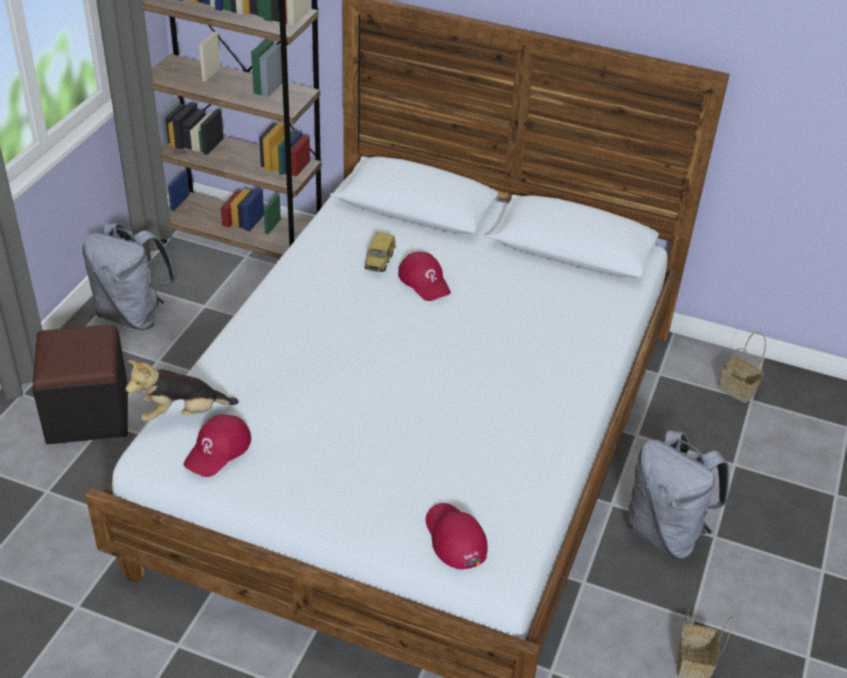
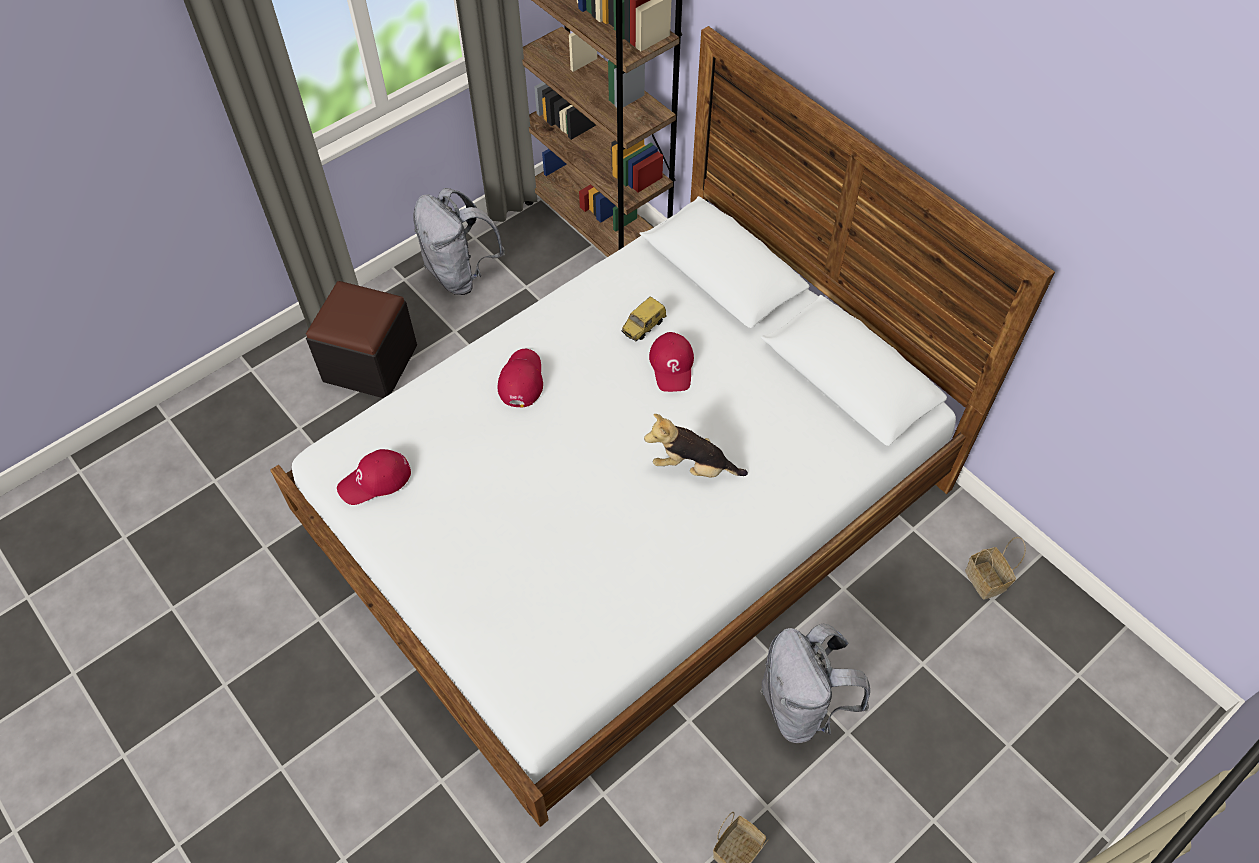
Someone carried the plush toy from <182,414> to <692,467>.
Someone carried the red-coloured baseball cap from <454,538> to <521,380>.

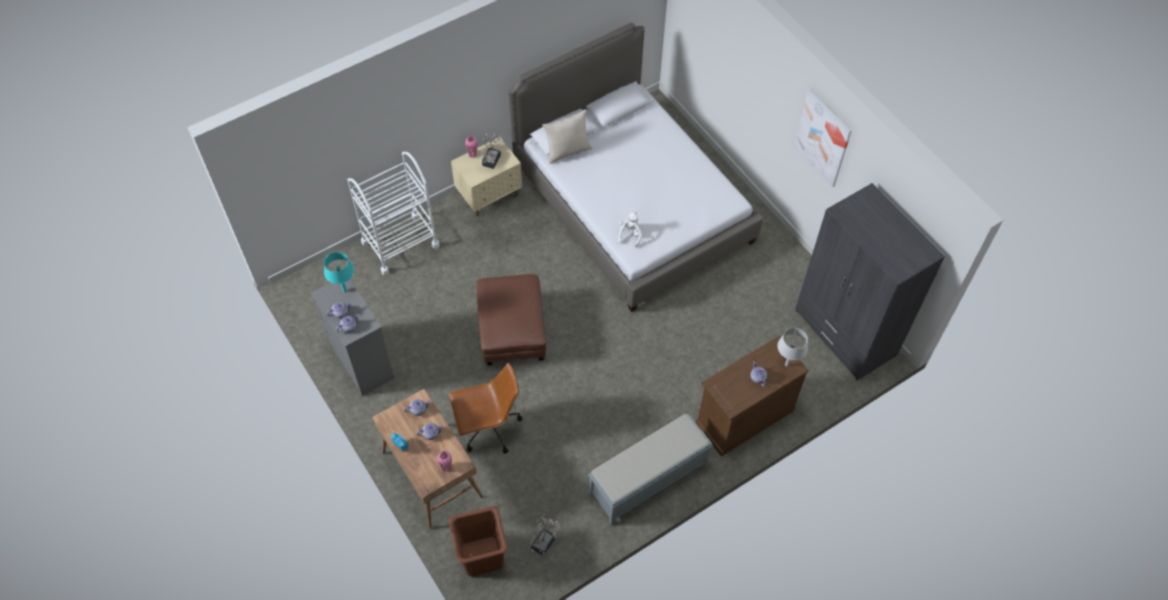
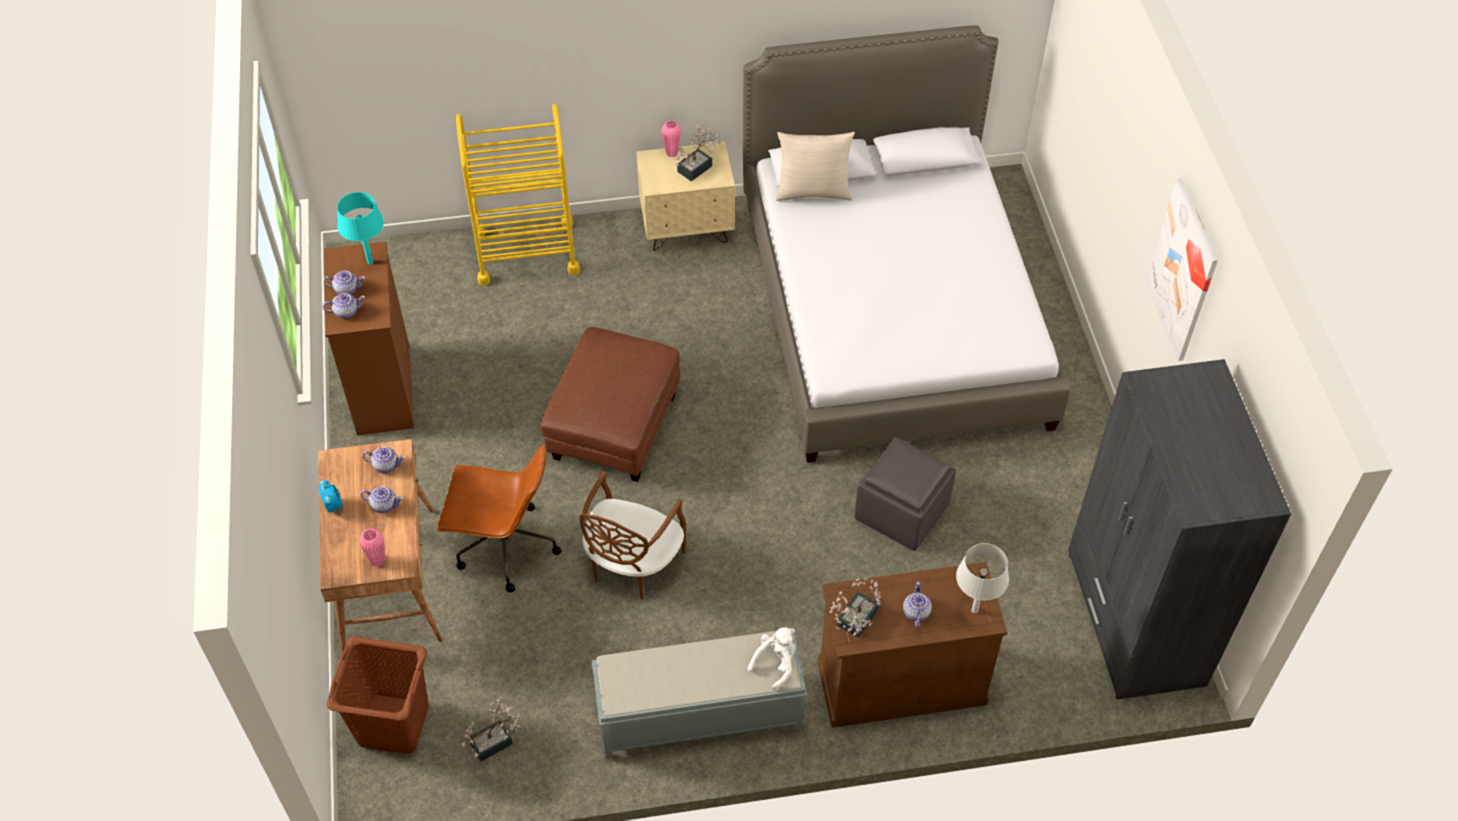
Someone repainted the whitish trolley at <400,244>, which became the yellowish trolley at <526,252>.
Someone carried the whitish plush toy from <630,234> to <776,663>.
Someone repainted the gray drawer chest at <362,361>, which became the brownish drawer chest at <384,388>.
Someone put down the gray ottoman at <902,513>.
Someone put down the brownish upright chair at <632,564>.
Someone put down the plant in a pot at <854,621>.

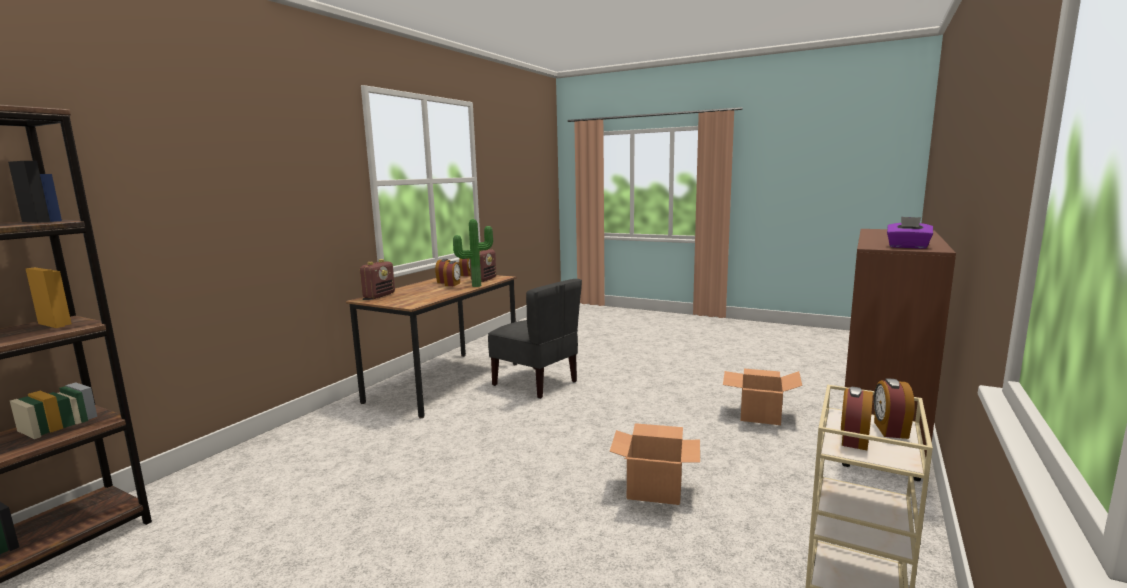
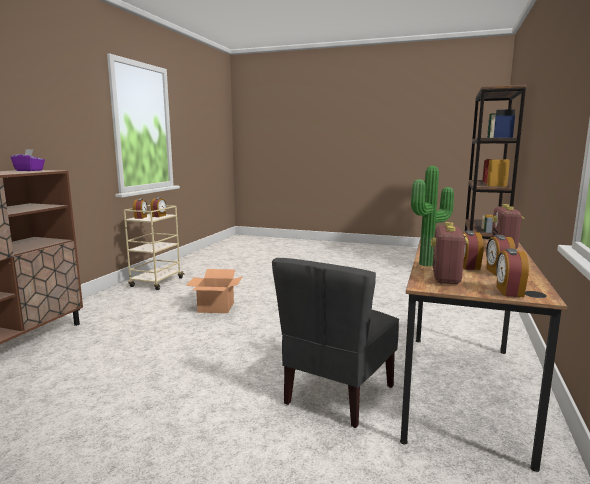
Someone rotated the gray upright chair at <536,383> by 90 degrees counterclockwise.
Someone took away the packing box at <760,415>.

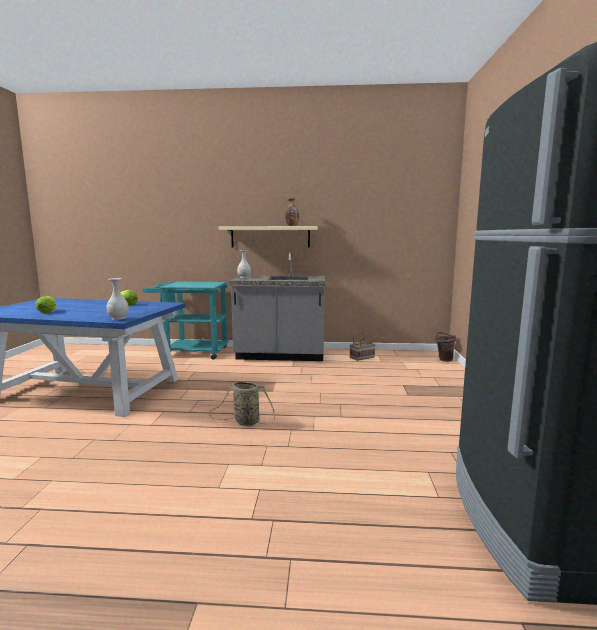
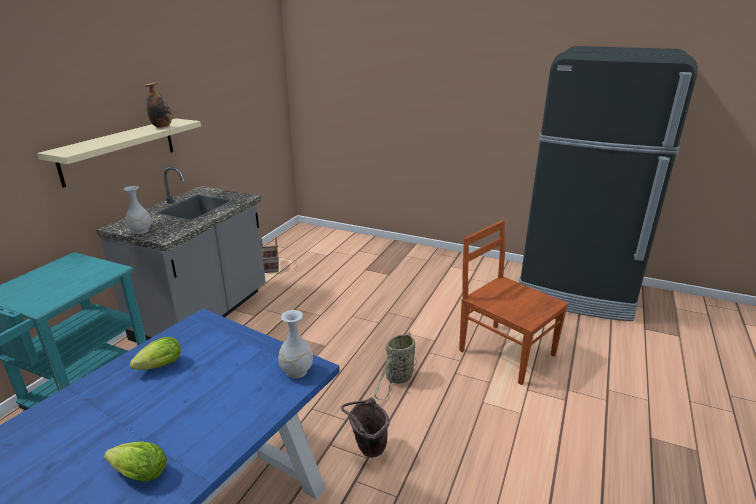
Someone carried the brownish pail from <443,359> to <367,449>.
Someone put down the brownish upright chair at <504,351>.

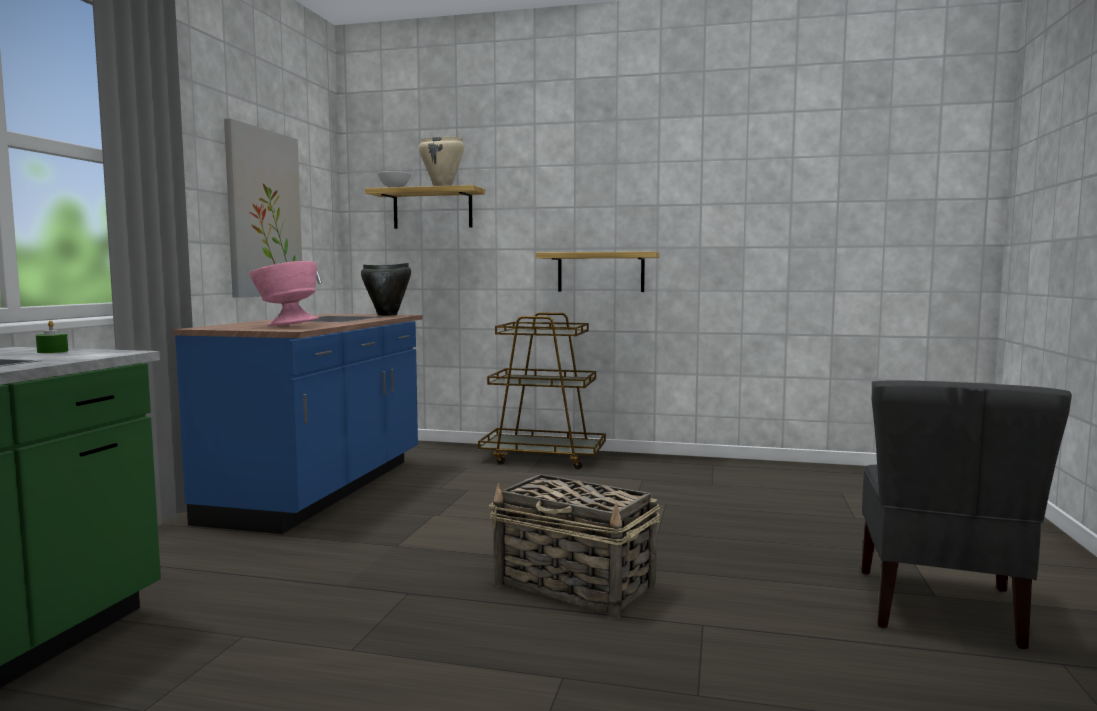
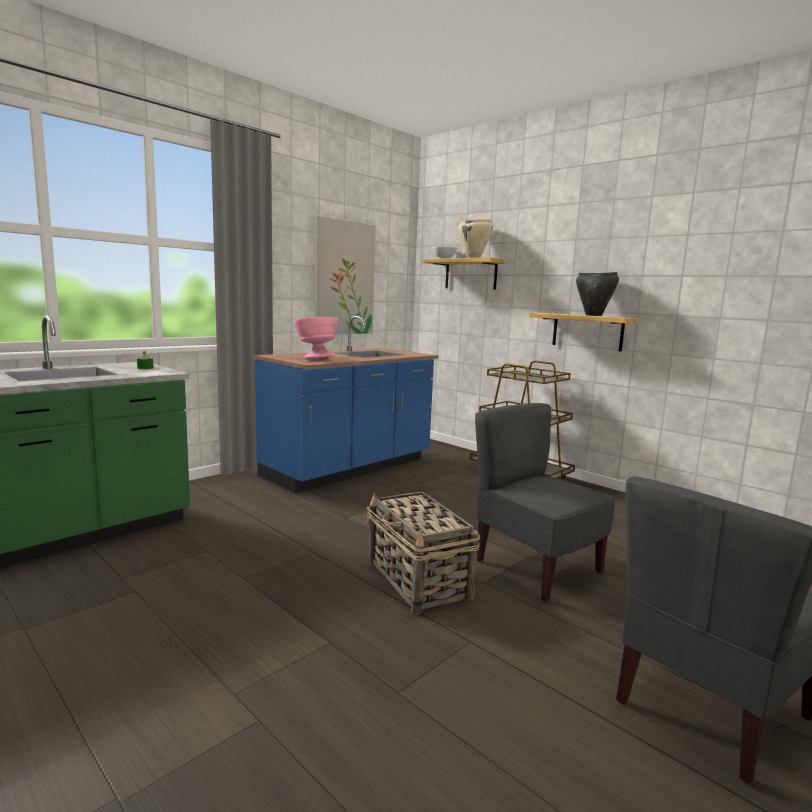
Someone carried the blackish stockpot from <387,315> to <593,315>.
Someone put down the gray upright chair at <536,567>.

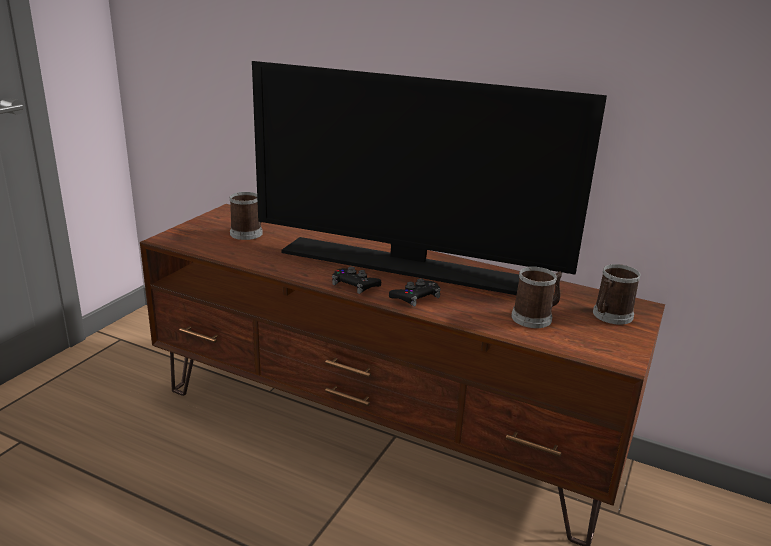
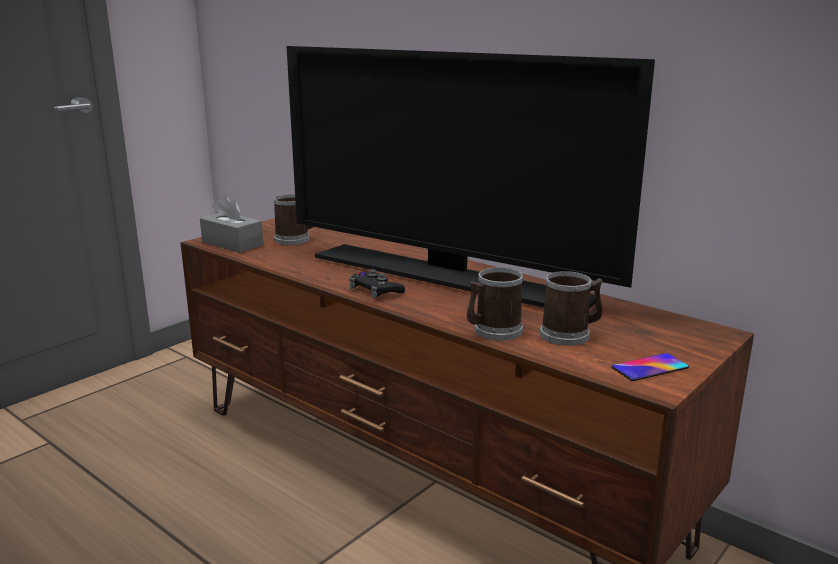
Someone carried the mug from <610,316> to <493,331>.
Someone took away the blackish joypad at <415,297>.
Someone put down the gray tissue box at <232,243>.
Someone put down the phone at <650,368>.

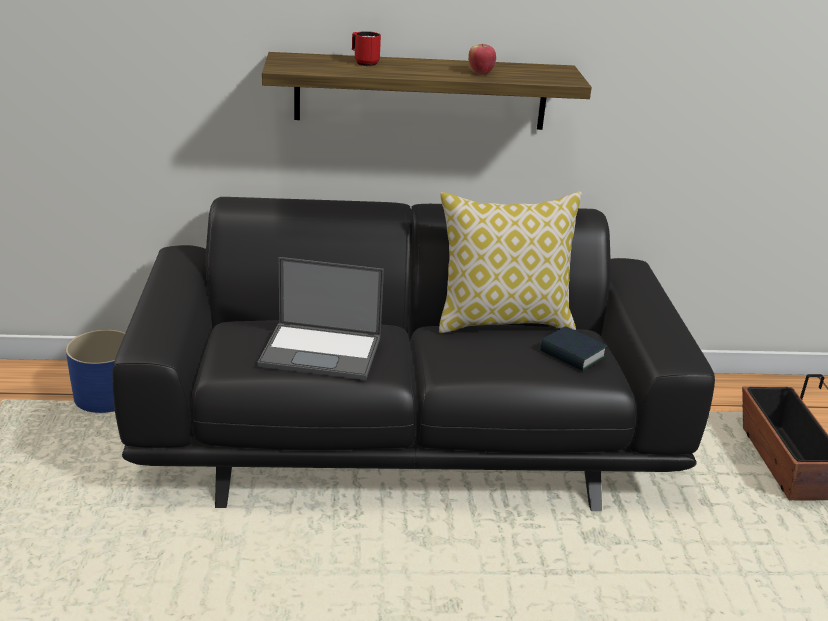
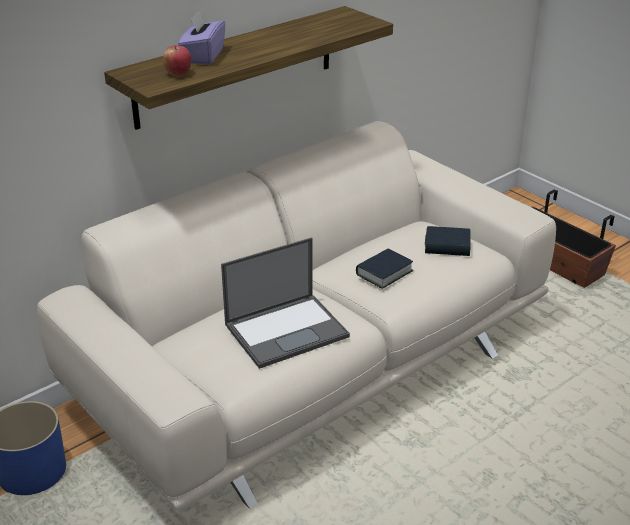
Someone swapped the red-coloured mug at <364,62> for the purplish tissue box at <203,56>.
Someone carried the apple from <480,73> to <178,74>.
Someone took away the pillow at <503,320>.
Someone repainted the blackish settee at <407,434>, which became the sand-coloured settee at <315,368>.
Someone put down the bound book at <384,273>.

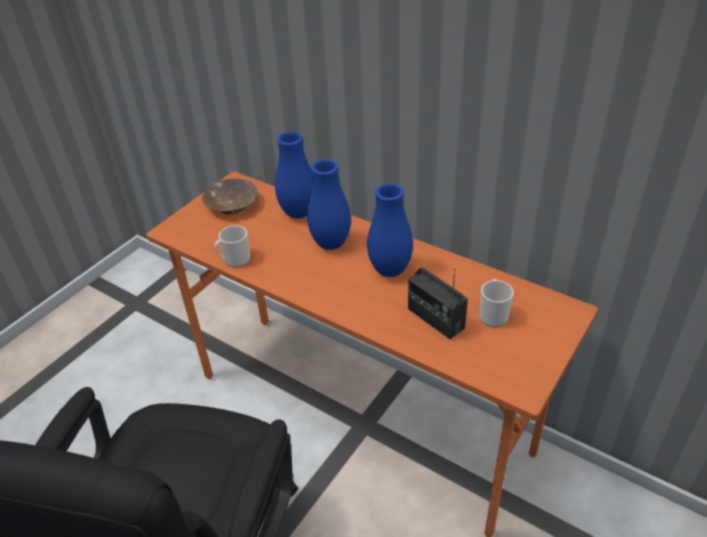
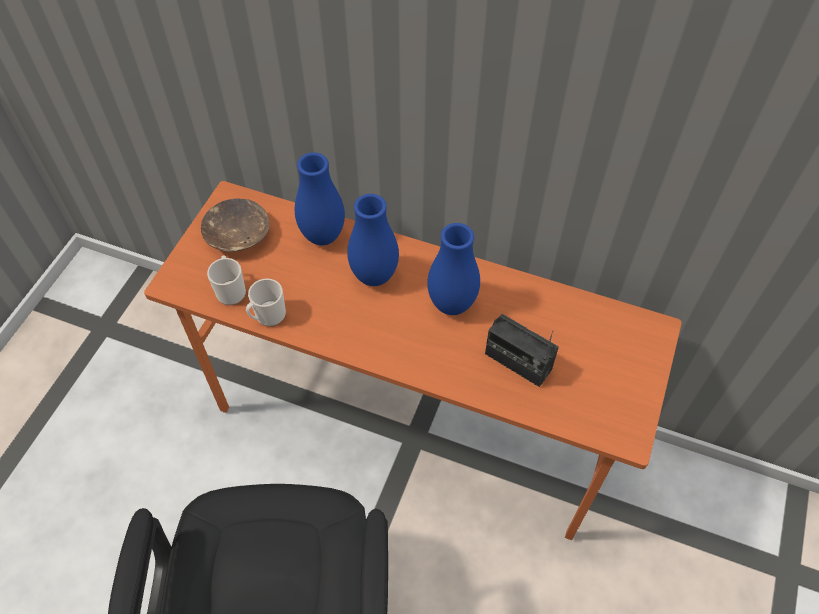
Someone carried the mug from <493,314> to <231,290>.

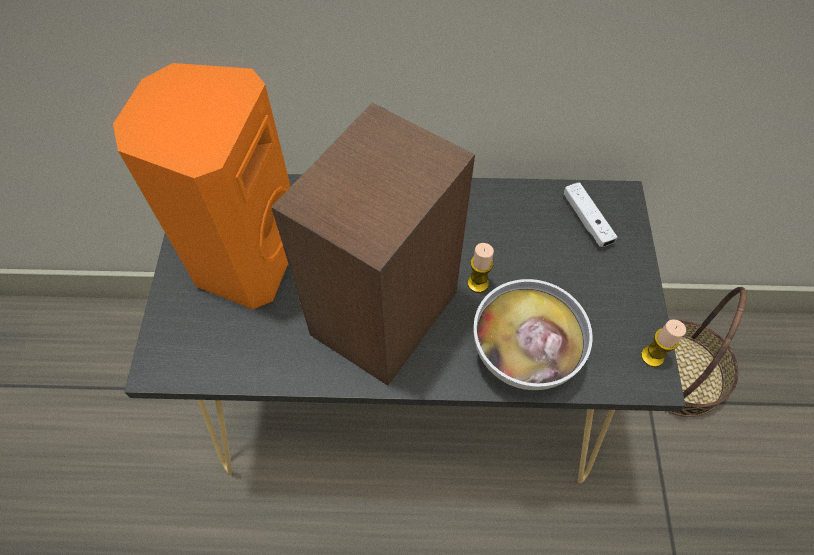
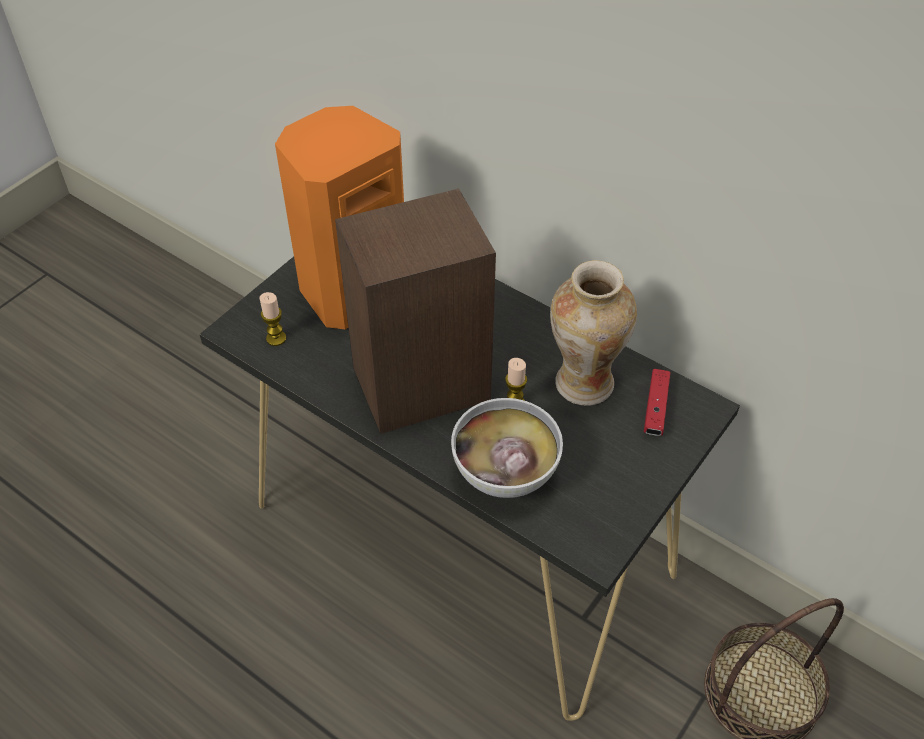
Someone repainted the whitish joypad at <587,220>, which became the red-coloured joypad at <655,408>.
Someone carried the wax light from <652,356> to <276,338>.
Someone put down the decorative vase at <582,384>.

